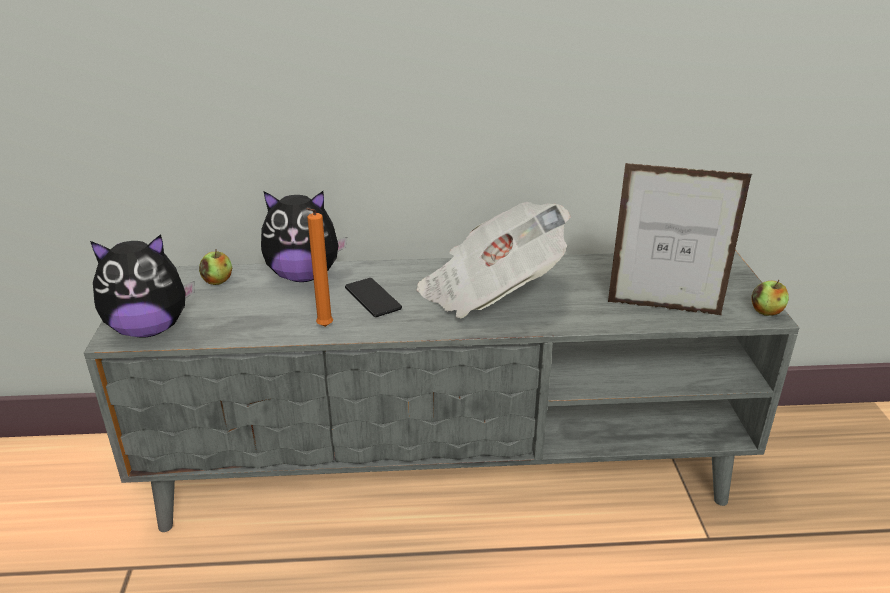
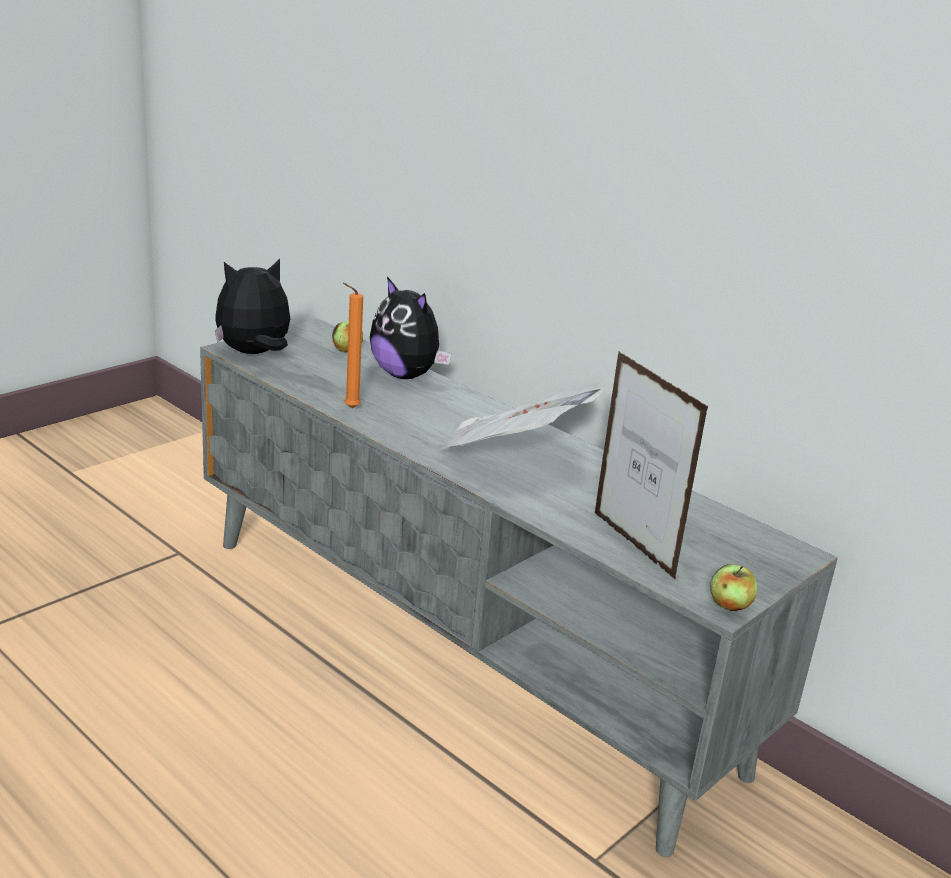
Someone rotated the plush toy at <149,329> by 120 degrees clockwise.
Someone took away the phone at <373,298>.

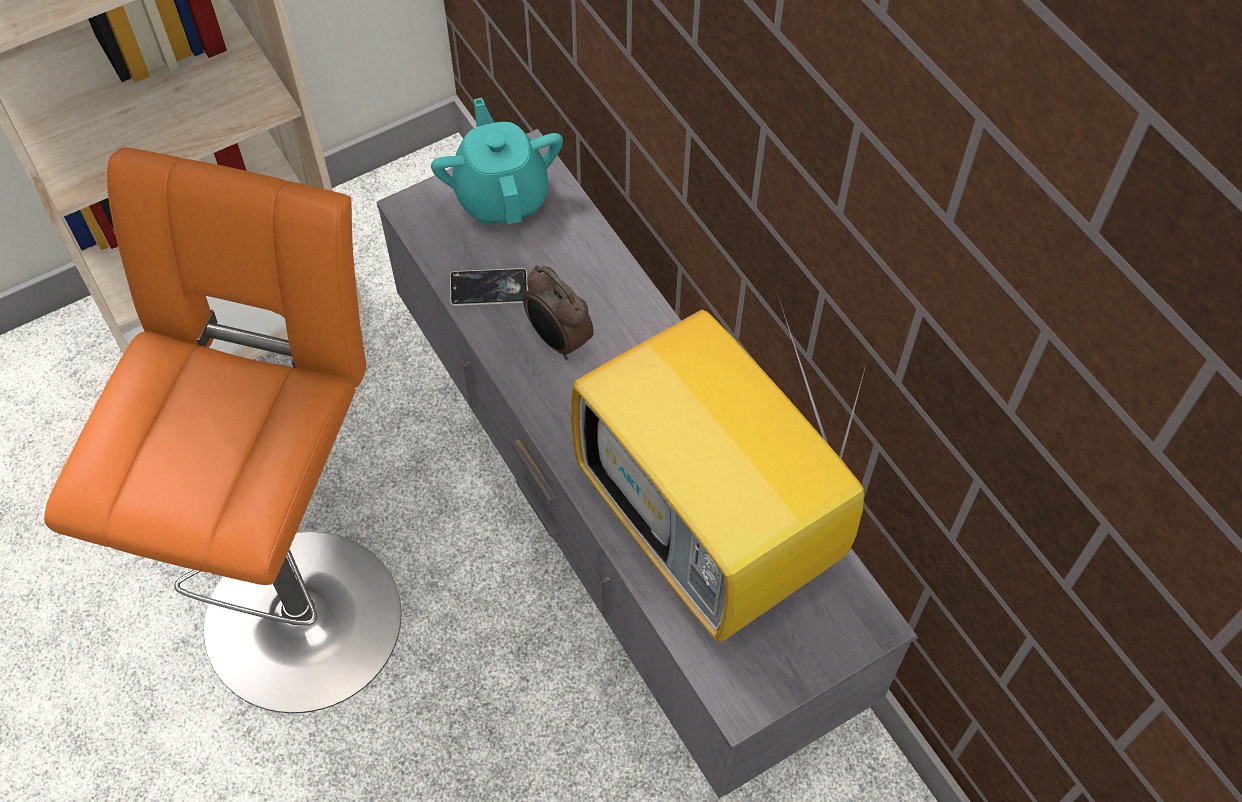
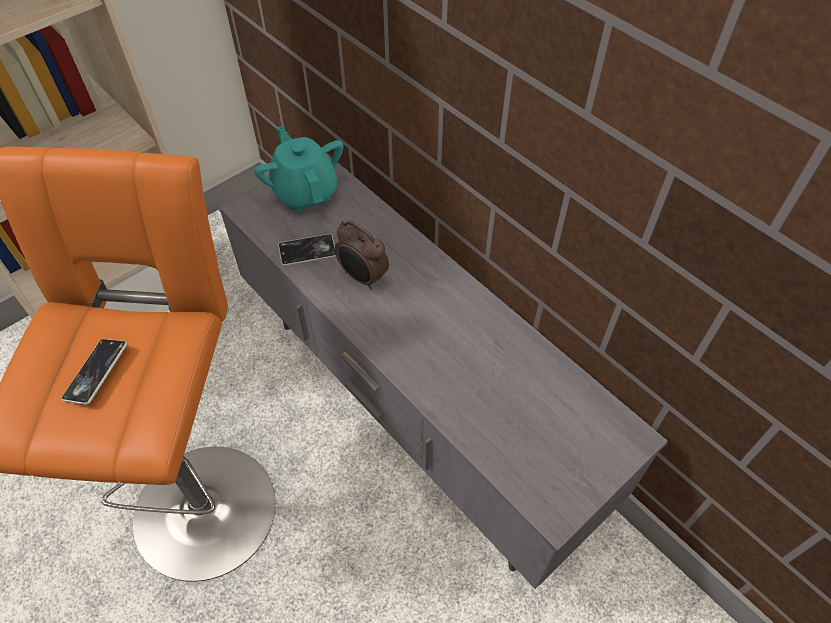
Someone took away the television at <712,530>.
Someone put down the phone at <97,373>.

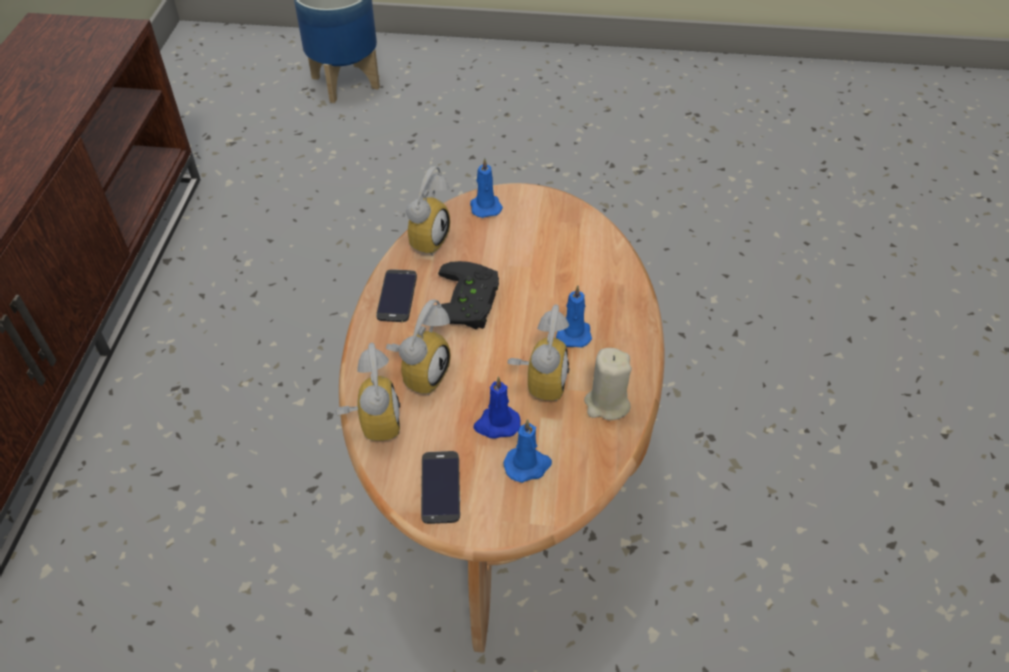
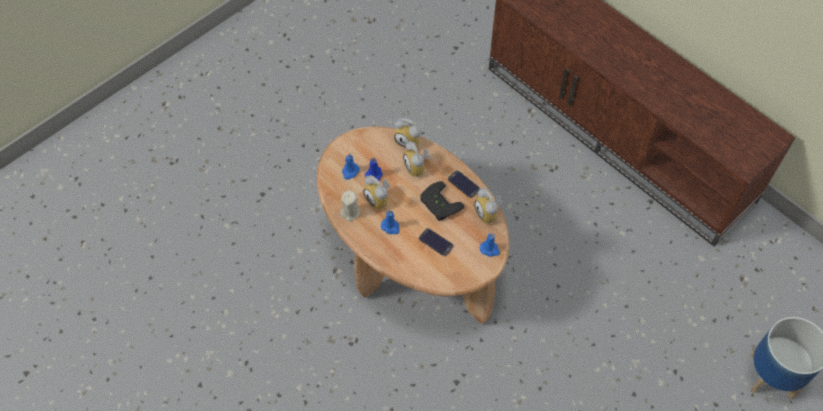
Someone carried the phone from <440,487> to <436,242>.

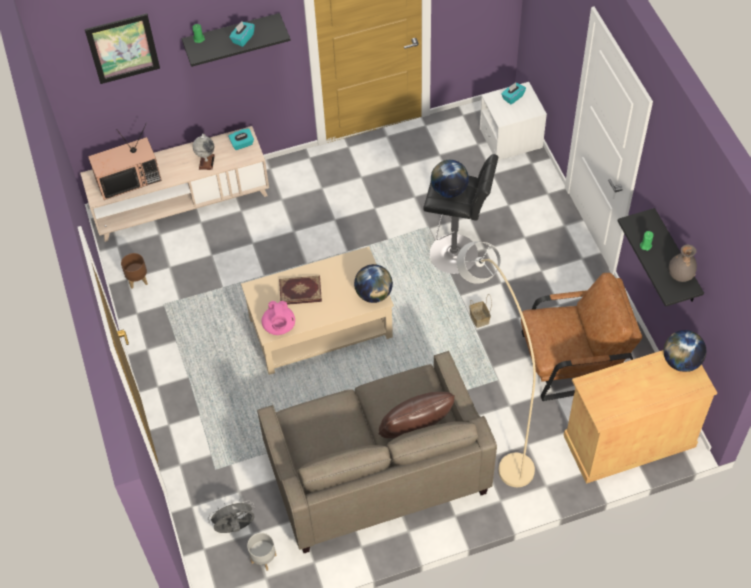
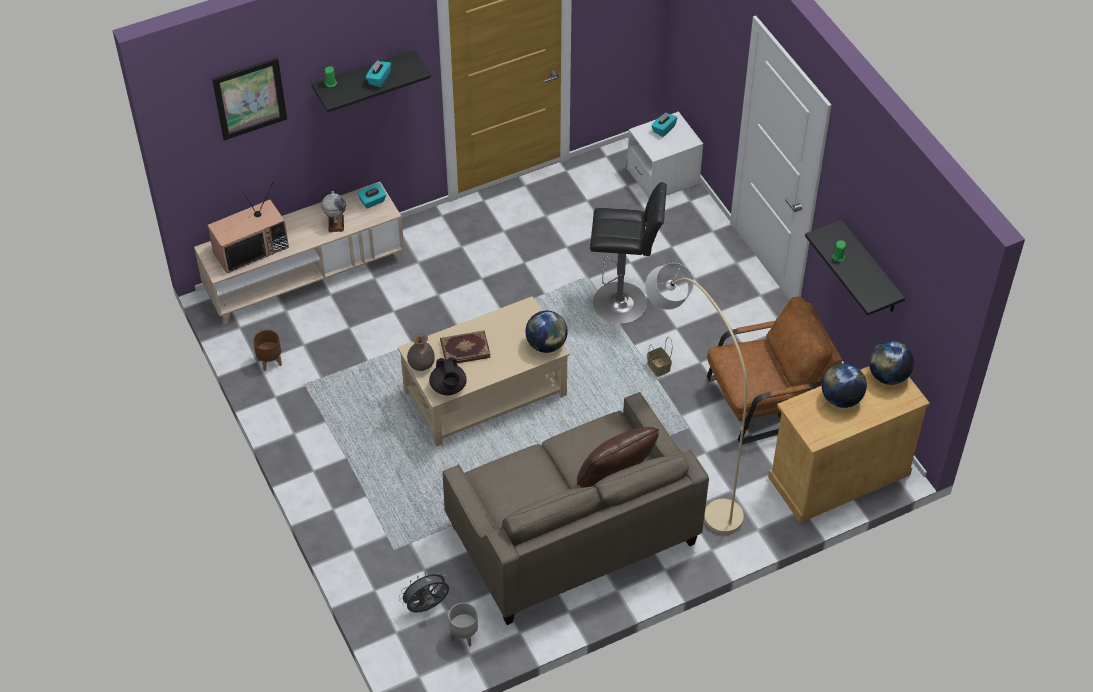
Someone carried the world globe from <449,190> to <841,399>.
Someone carried the gray decorative vase from <680,275> to <421,365>.
Someone repainted the pink teapot at <279,327>, which became the blackish teapot at <448,387>.

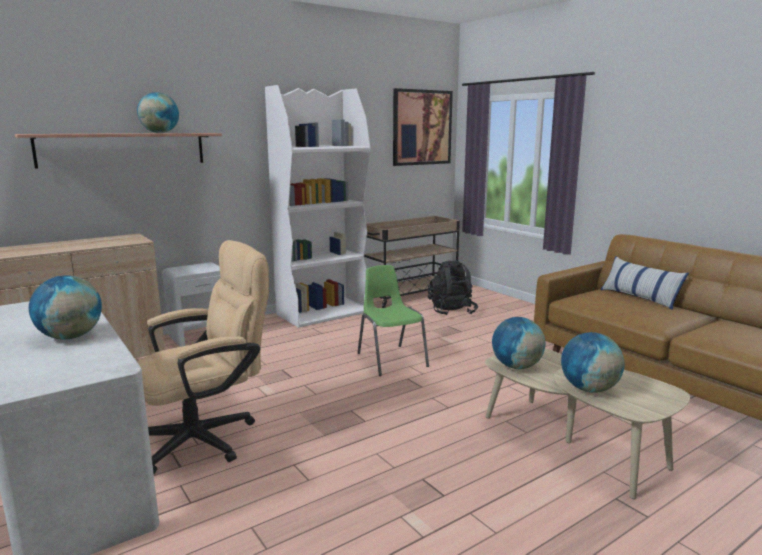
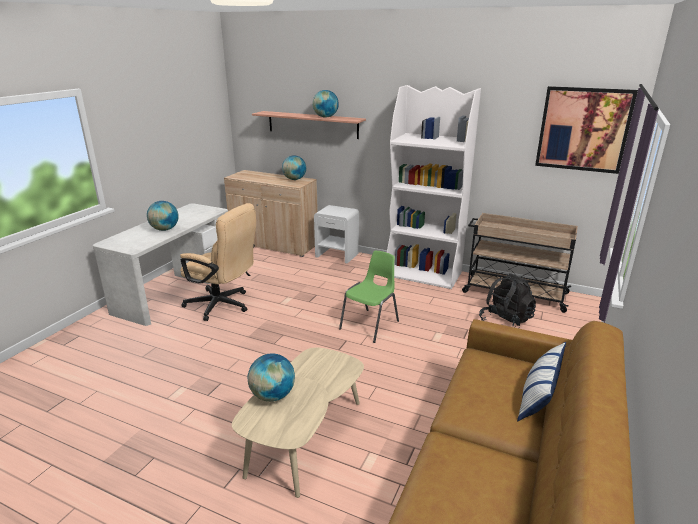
Someone carried the world globe from <516,366> to <294,179>.

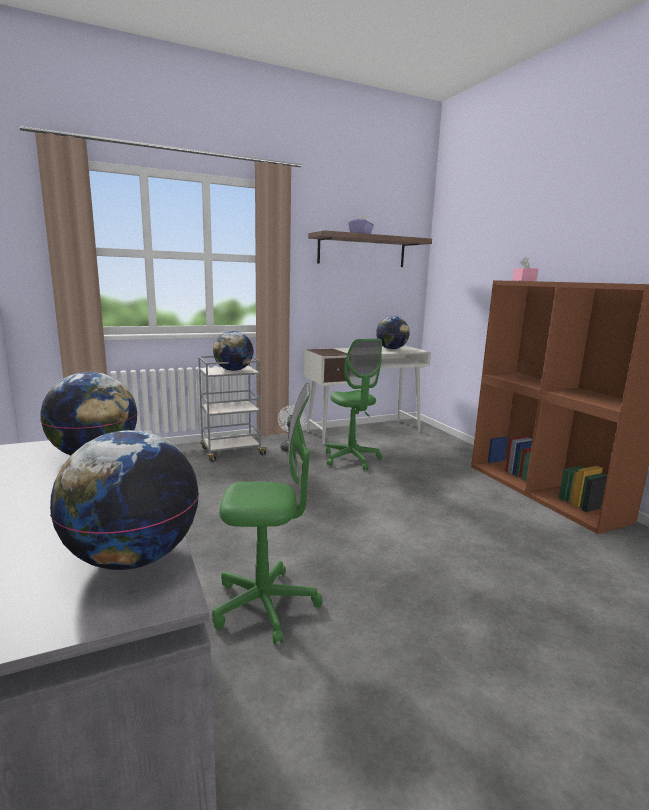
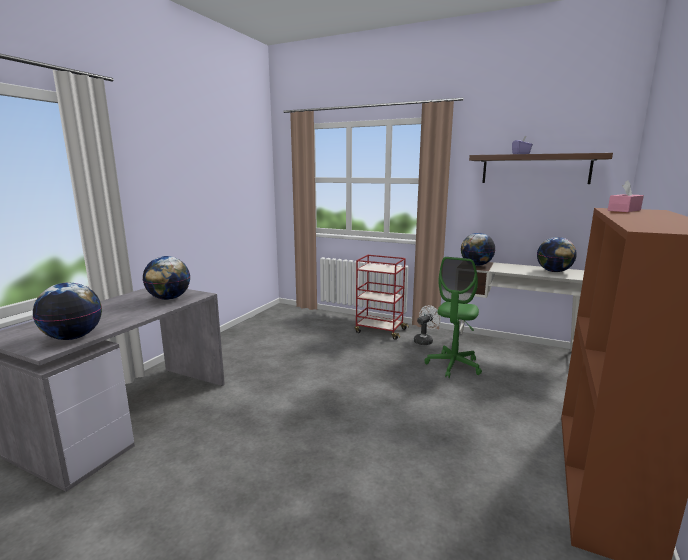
Someone carried the world globe from <233,370> to <476,265>.
Someone repainted the gray trolley at <232,452>, which became the red-coloured trolley at <380,331>.
Someone took away the greenish desk chair at <265,605>.

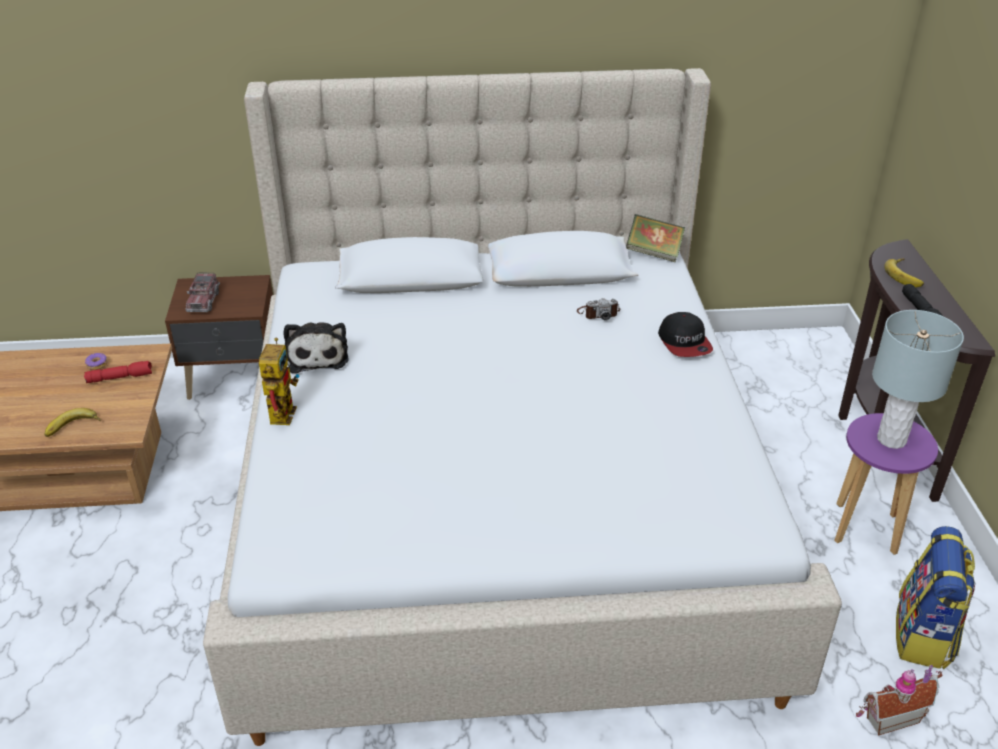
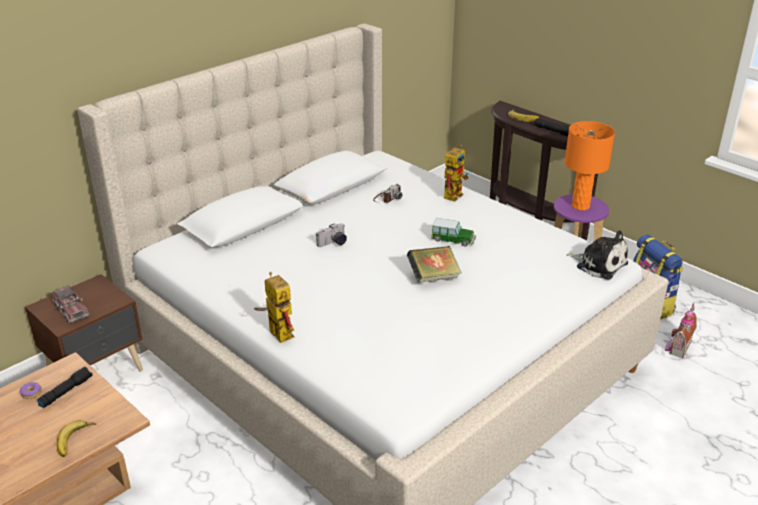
Someone carried the bound book from <654,253> to <433,277>.
Someone repainted the gray table lamp at <891,439>, which became the orange-coloured table lamp at <580,206>.
Someone swapped the baseball cap at <685,342> for the model robot at <454,194>.
Someone carried the plush toy from <317,355> to <599,264>.
Someone repainted the red-coloured hand torch at <120,377>, which became the blackish hand torch at <66,391>.
Someone put down the miniature car at <453,240>.
Someone put down the photo camera at <333,243>.

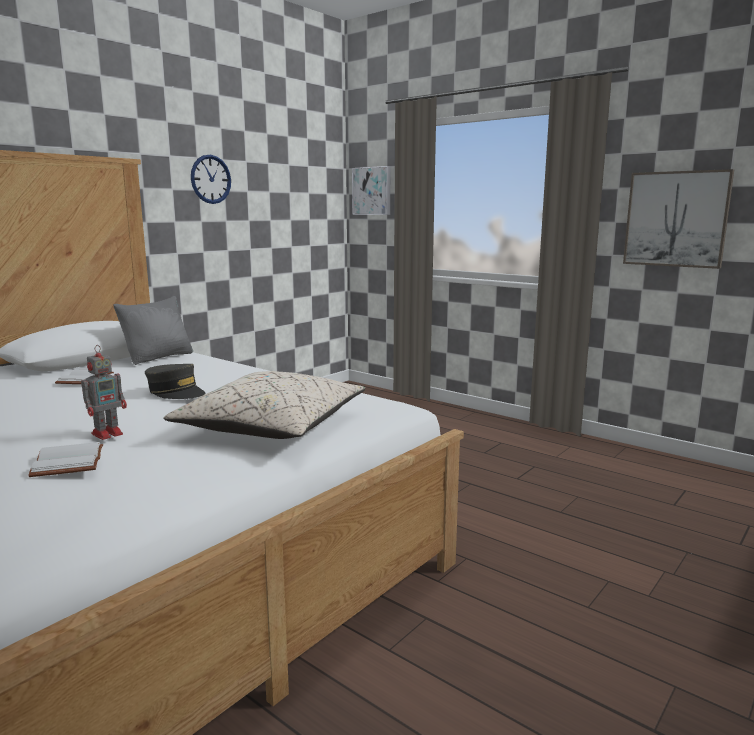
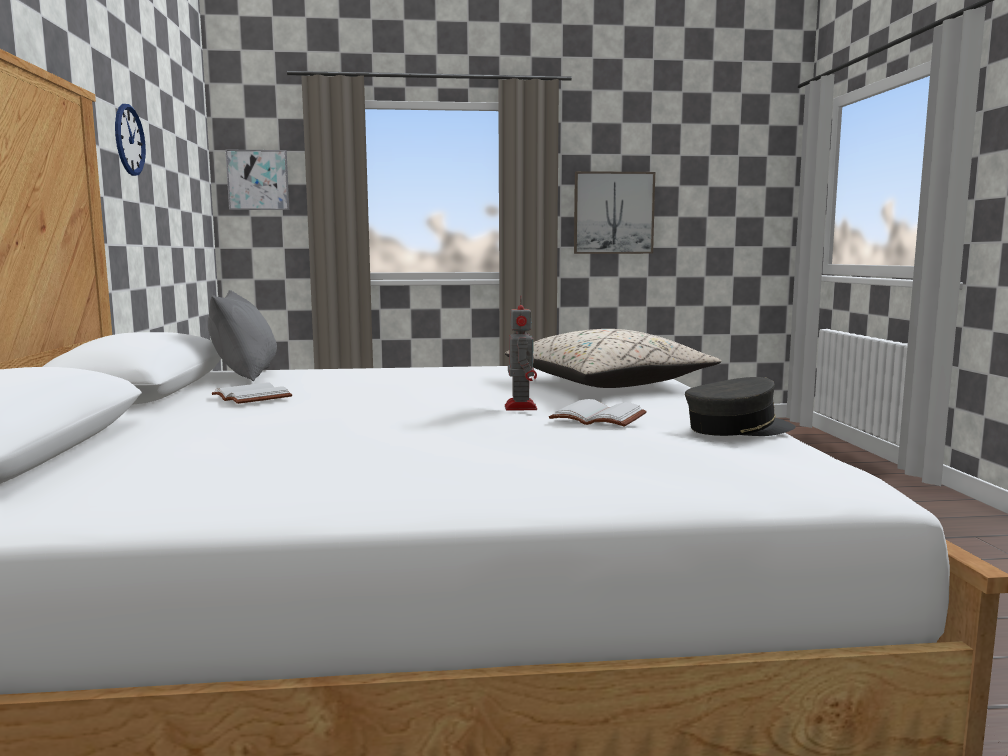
Someone carried the gray baseball cap from <176,392> to <738,429>.

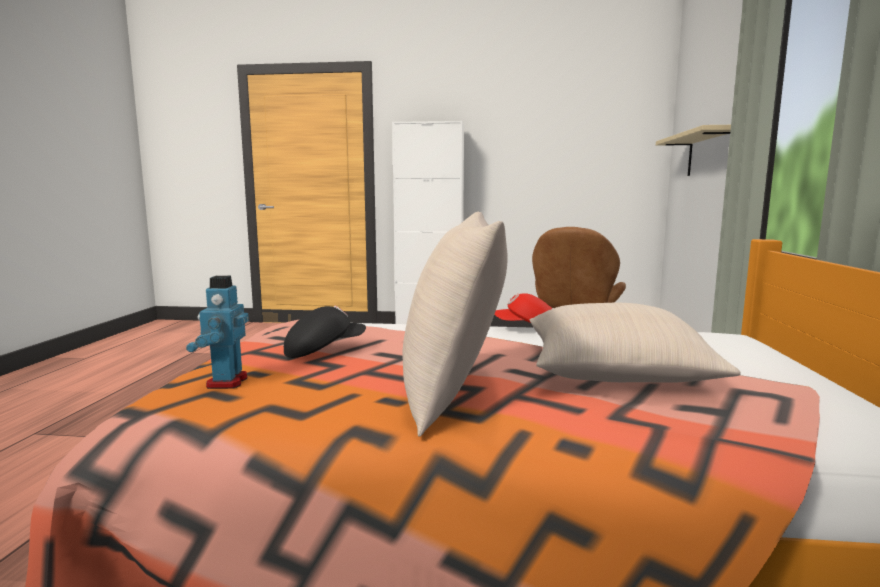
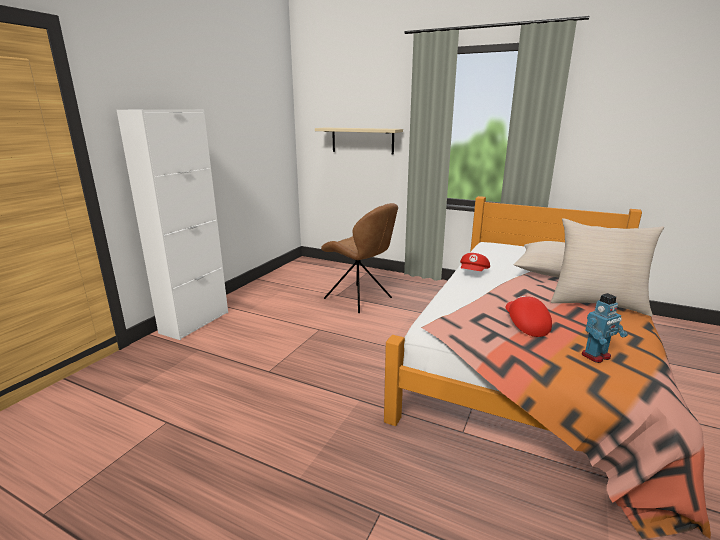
Someone rotated the model robot at <226,382> by 45 degrees counterclockwise.
Someone repainted the blackish baseball cap at <323,350>, which became the red-coloured baseball cap at <525,325>.

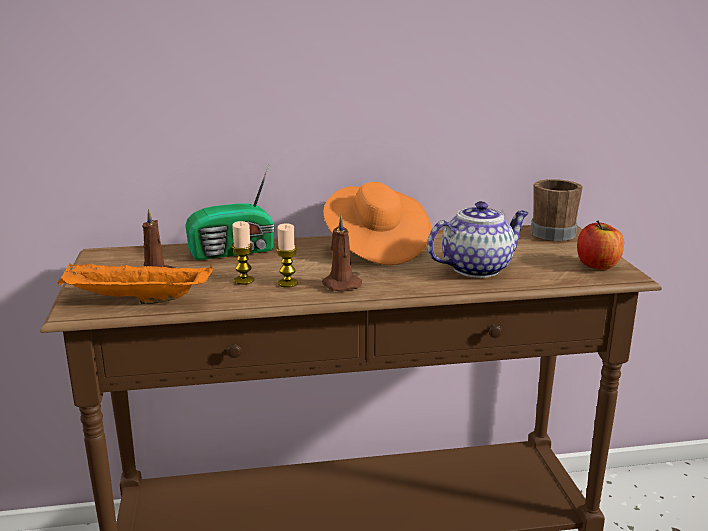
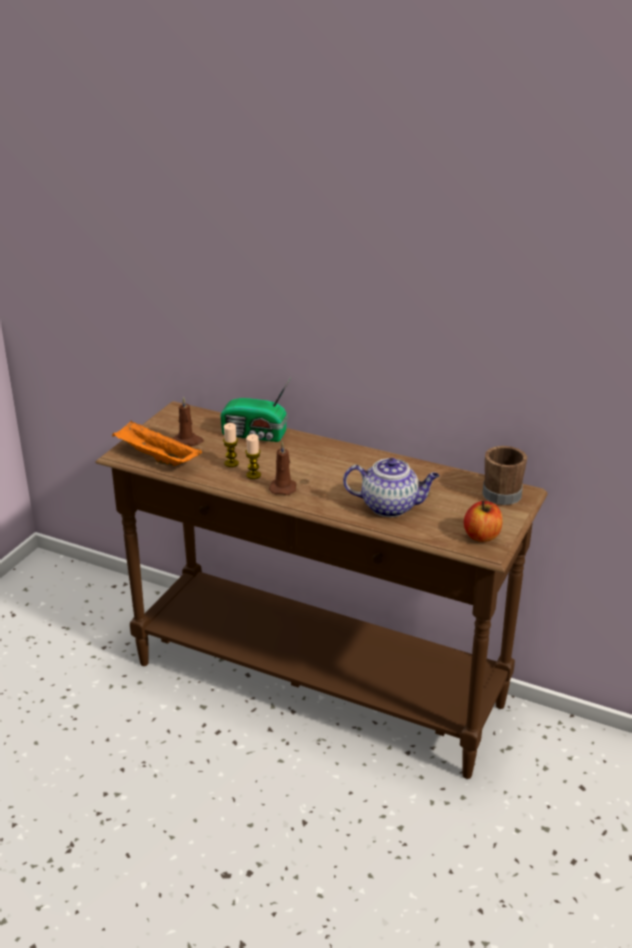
Someone took away the orange-coloured wearable hat at <375,248>.

